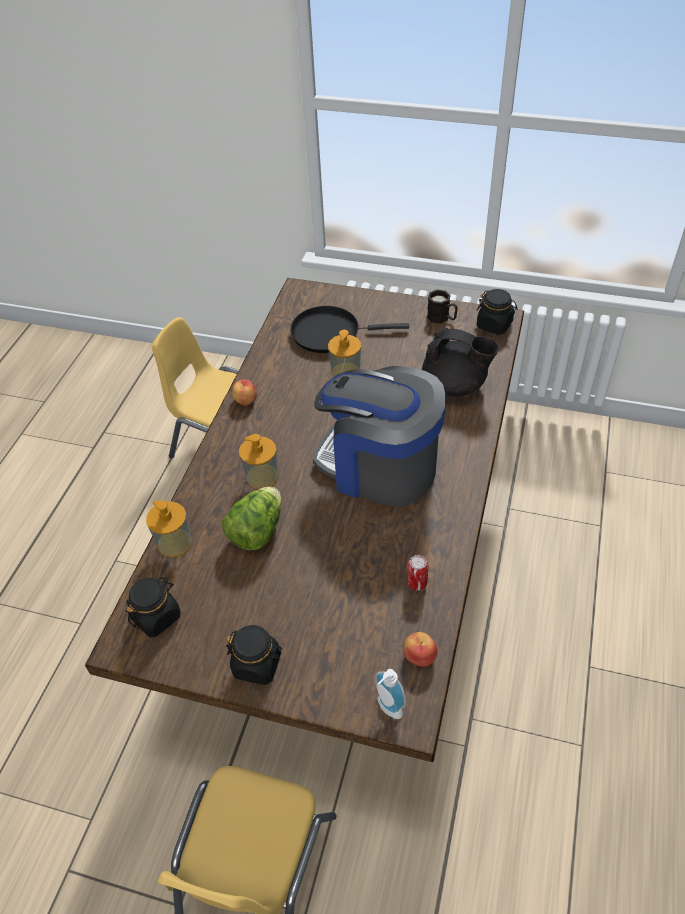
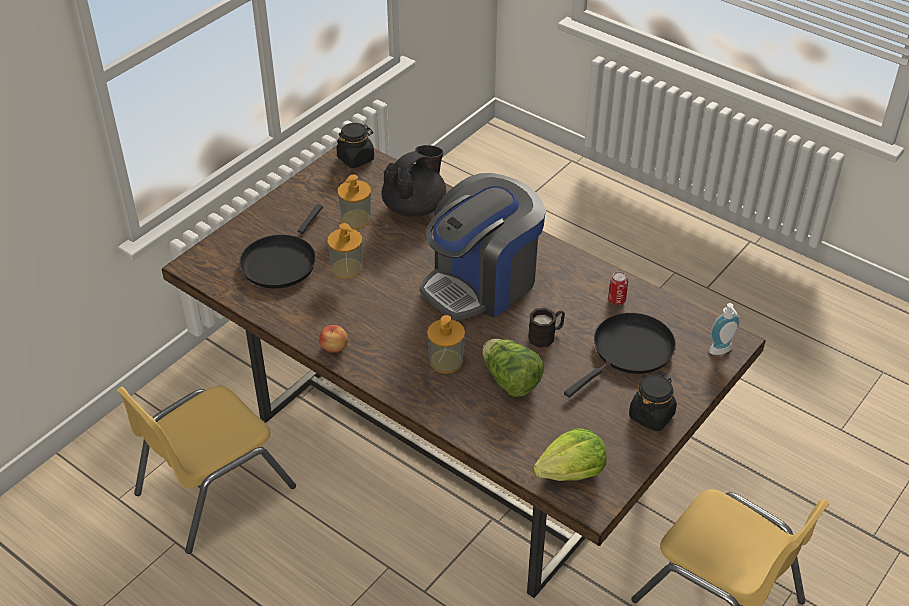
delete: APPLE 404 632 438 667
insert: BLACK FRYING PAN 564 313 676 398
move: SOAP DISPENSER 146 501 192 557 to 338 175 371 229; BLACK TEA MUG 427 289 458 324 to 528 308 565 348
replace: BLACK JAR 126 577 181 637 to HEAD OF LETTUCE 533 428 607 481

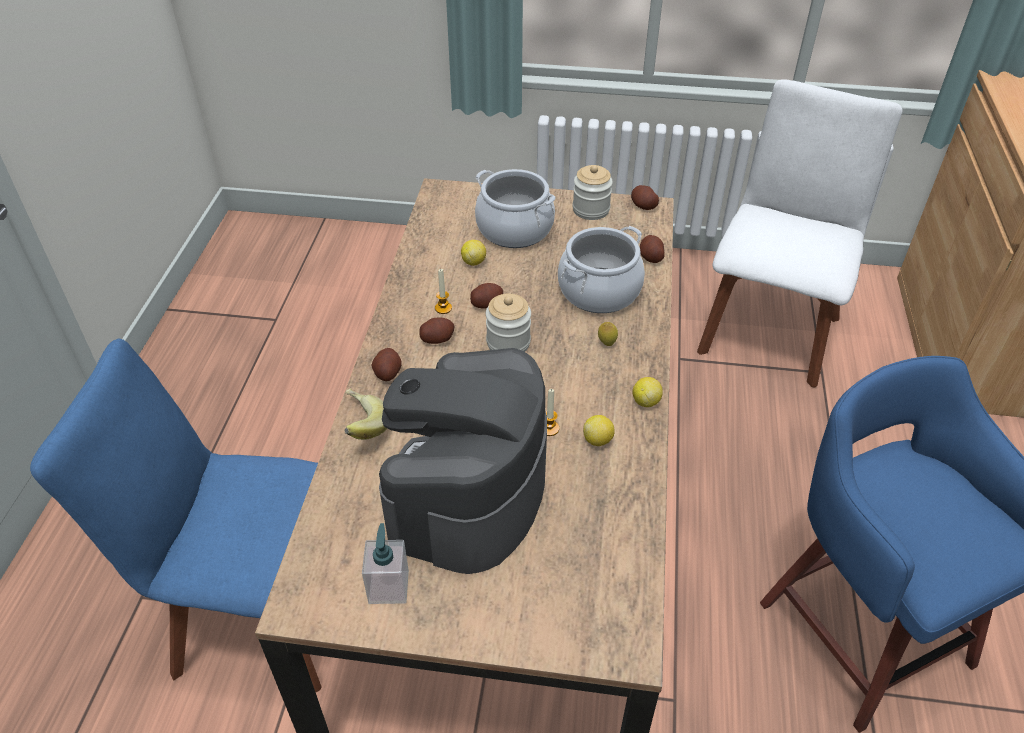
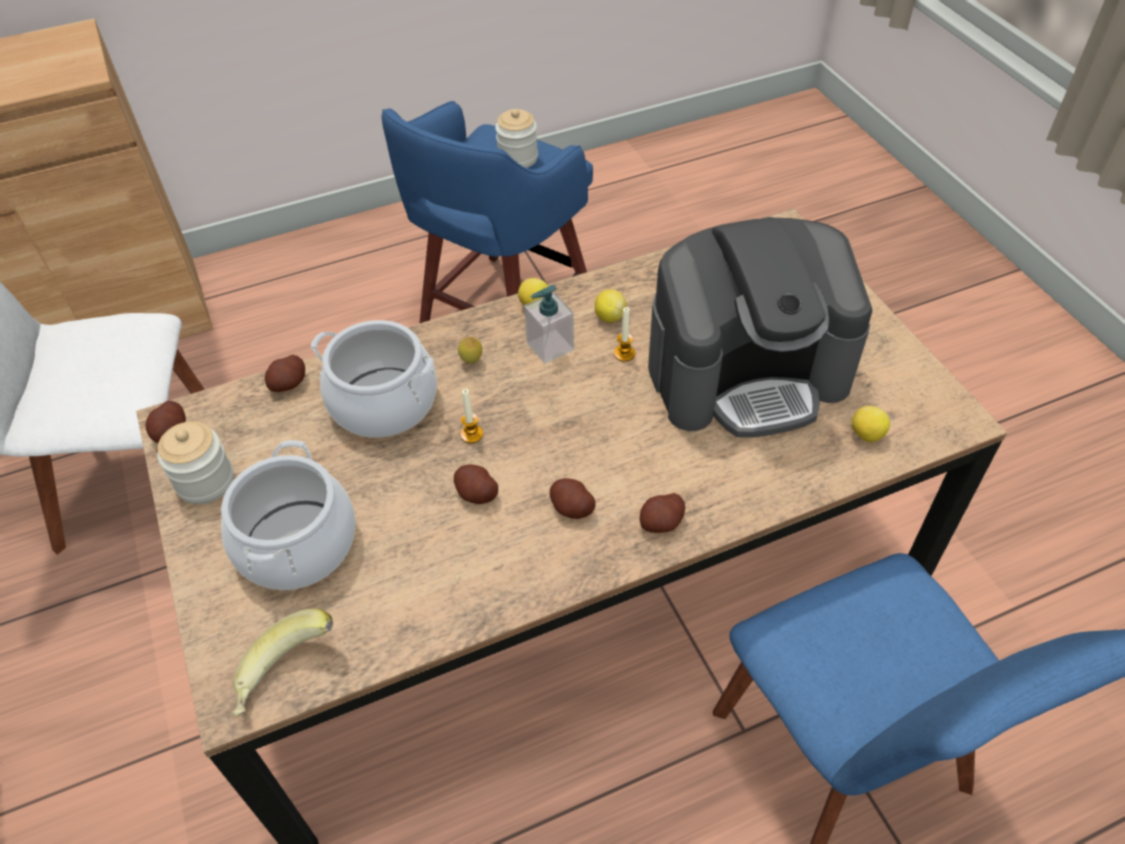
move: WHOLE BANANA 345 388 387 440 to 232 608 333 716; SOAP DISPENSER 362 523 409 604 to 524 285 574 364; WAX CANDLE 435 269 452 314 to 460 388 483 443; CITRUS FRUIT 461 240 486 266 to 851 406 890 442; JAR 486 294 531 352 to 495 109 538 168

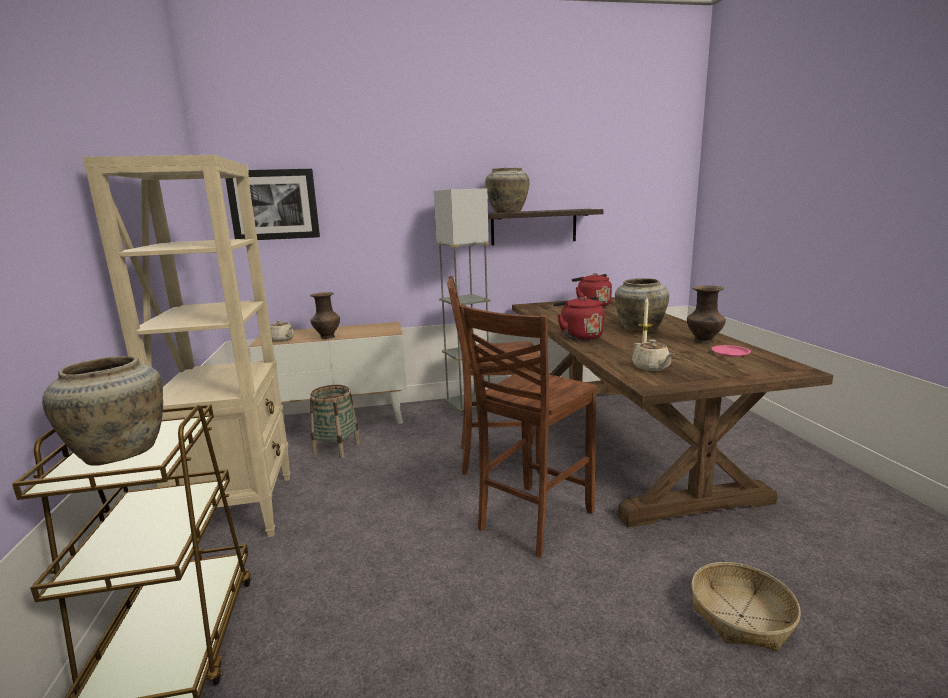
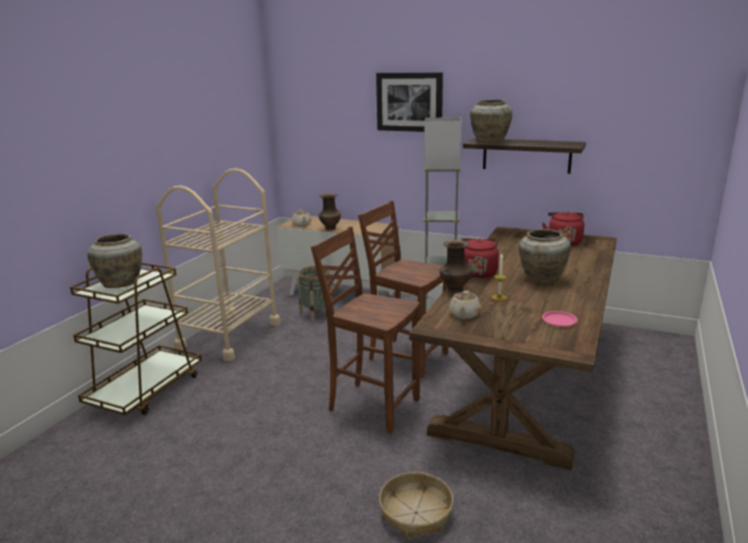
move: WALL PICTURE 225 169 320 240 to 376 72 443 132; BROWN FLOWER VASE 687 285 726 344 to 439 240 472 293
replace: BEIGE-COLOURED BOOKSHELF 83 155 291 537 to BEIGE-COLOURED WHEELED CART 156 168 280 361
rotate: BROWN PLAIN CHAIR 459 305 598 558 = 311 227 420 434 45 degrees clockwise

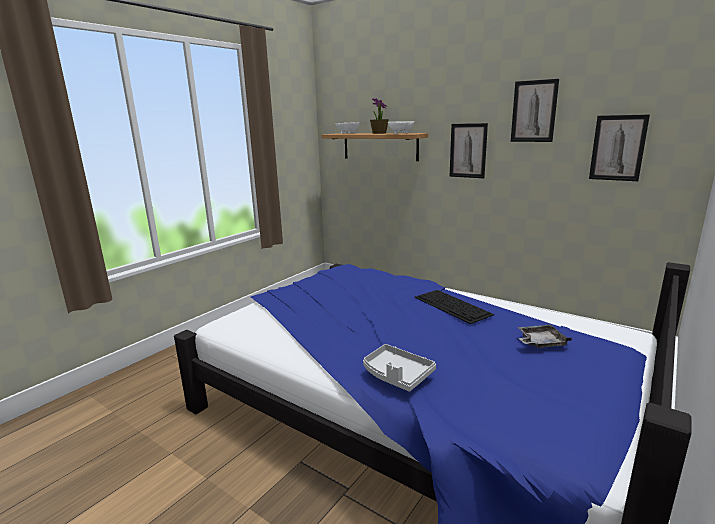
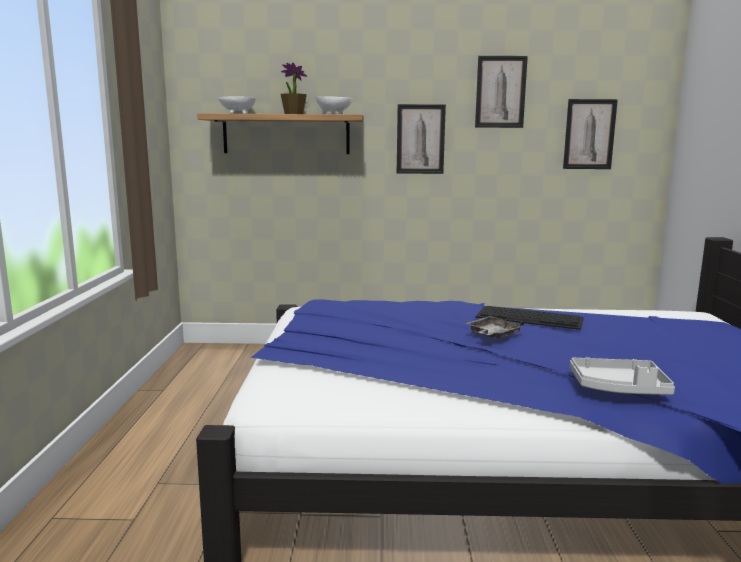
move: GREY CARRYING TRAY 517 324 572 348 to 465 316 525 339

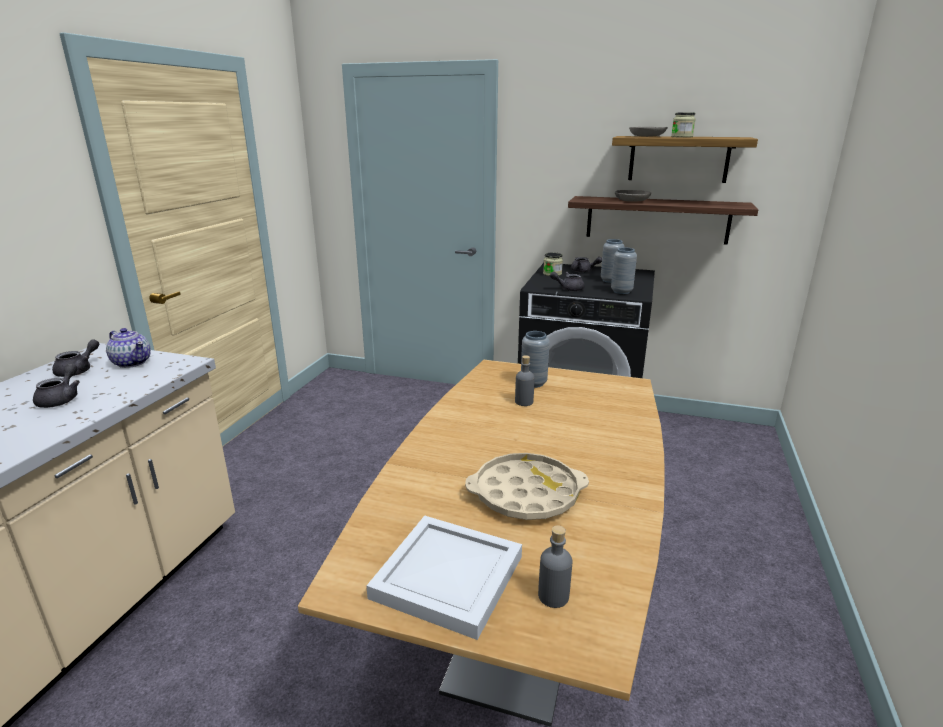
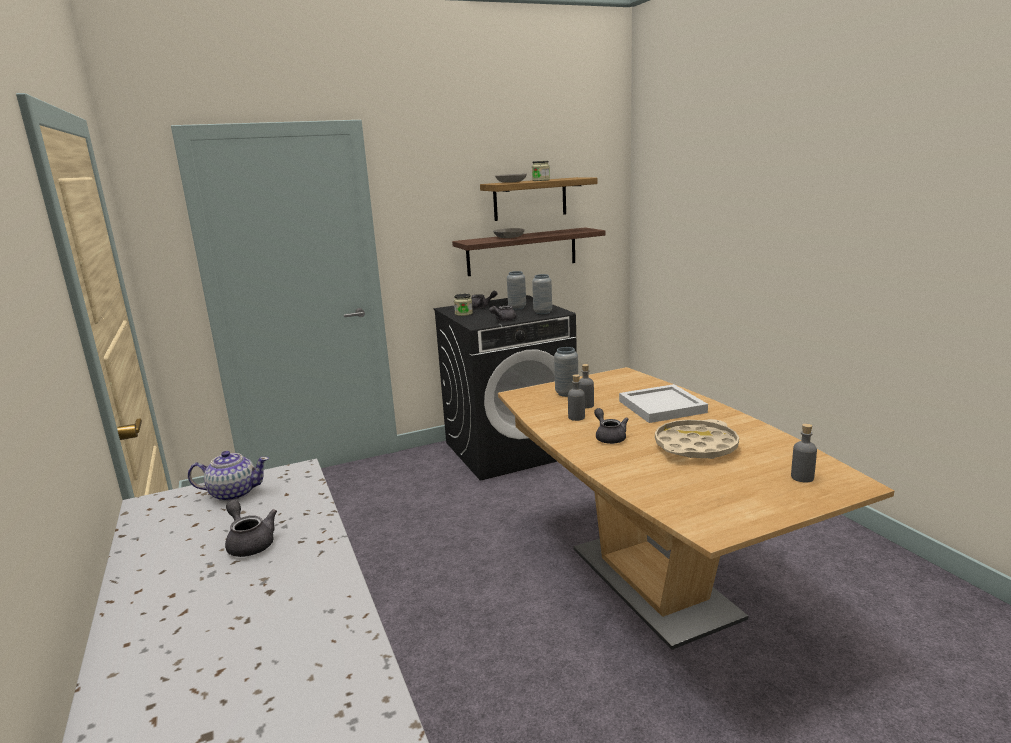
insert: GREY BOTTLE 568 374 585 421
move: GREY TEA POT 52 339 99 377 to 594 408 629 444; WHITE-COLOURED CARRYING TRAY 366 516 522 640 to 619 384 708 423

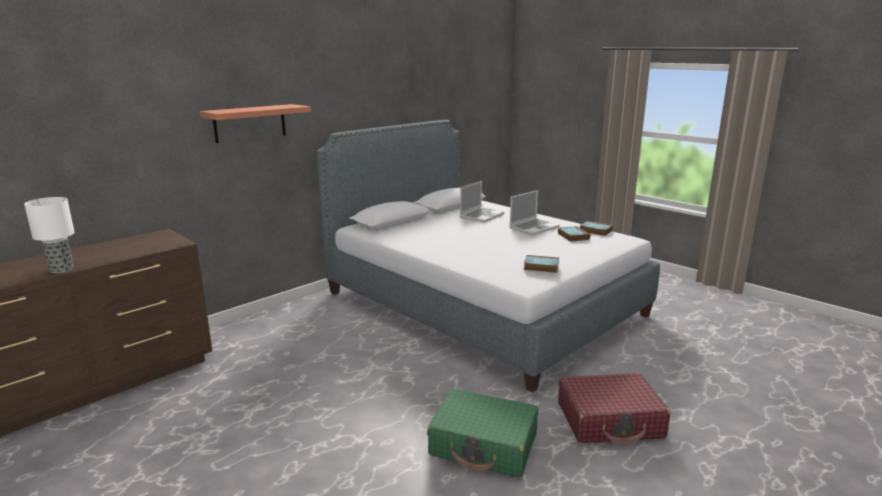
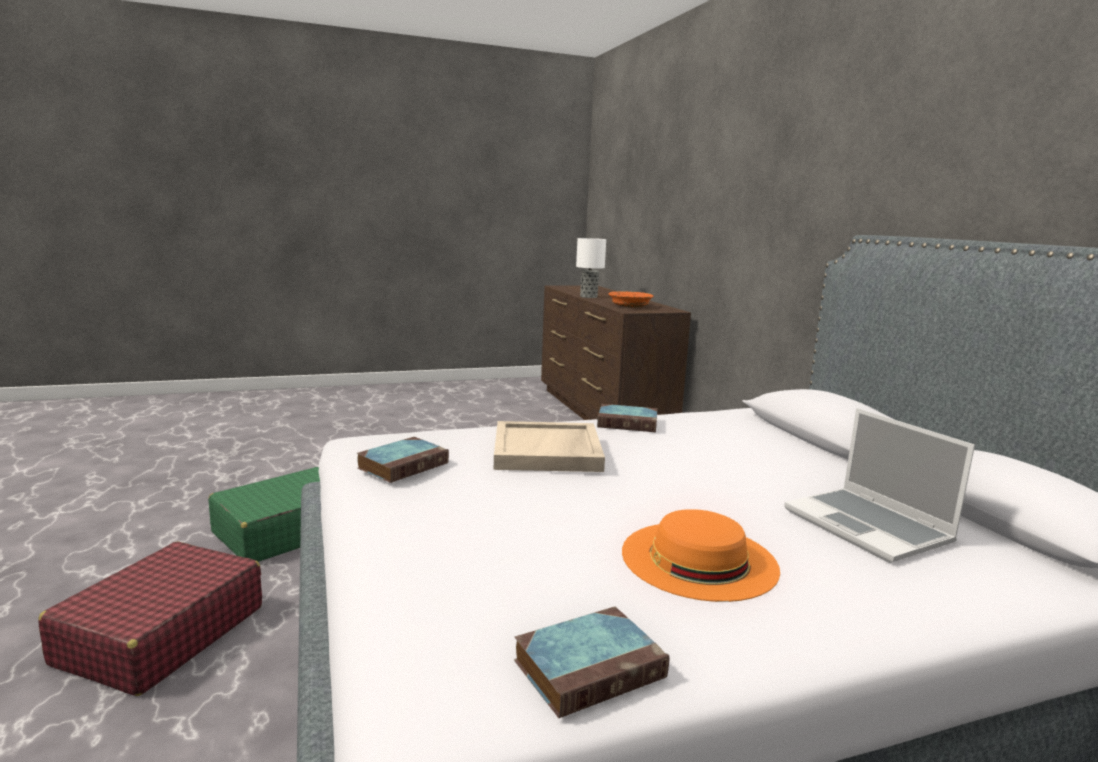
delete: SHELF 200 104 311 143
insert: BEIGE-COLOURED CARRYING TRAY 494 421 605 472; ORANGE DEEP DISH 609 291 654 308
move: BOOK 558 226 590 242 to 597 404 657 432
replace: NOTEBOOK COMPUTER 509 190 560 235 to ORANGE HAT 622 509 780 602

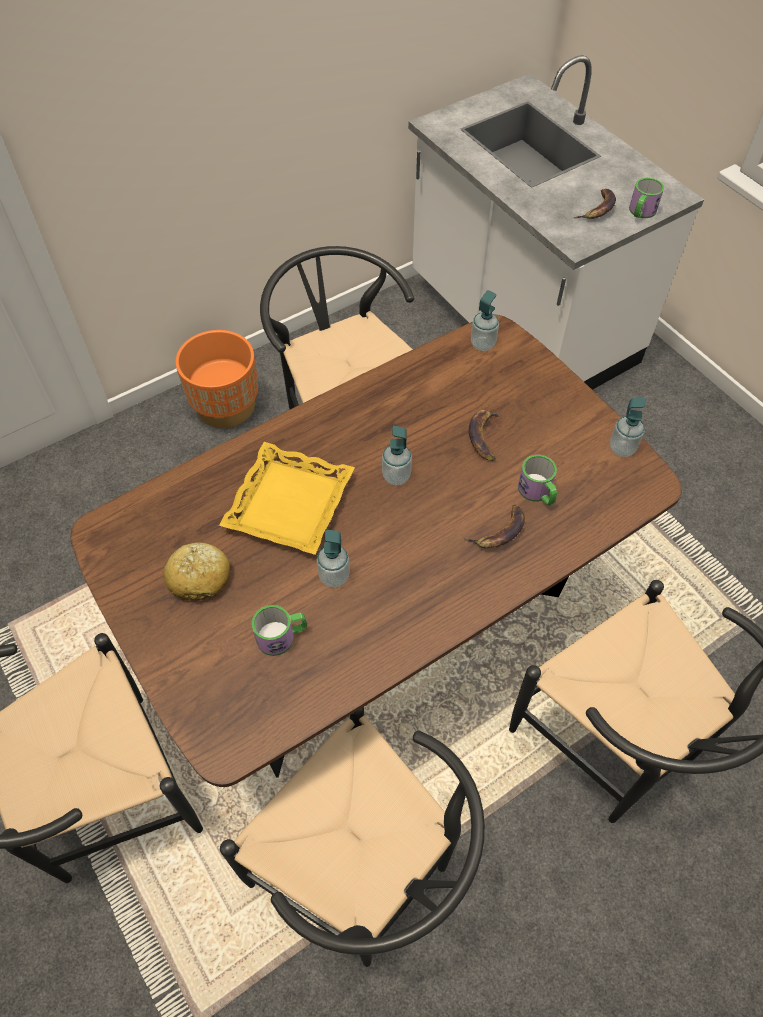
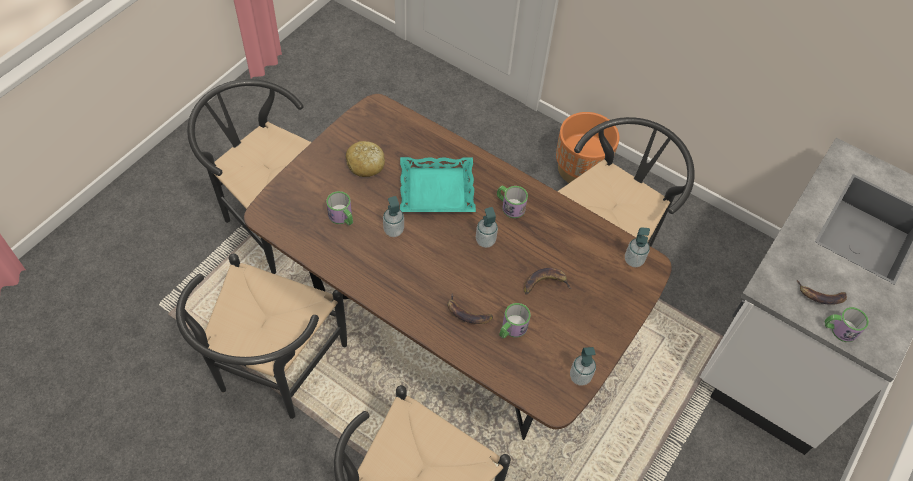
insert: TEA MUG 497 186 528 218
recolor: YELLOW-COLOURED CARRYING TRAY 219 442 355 555 to BLUE-GREEN CARRYING TRAY 400 157 476 212

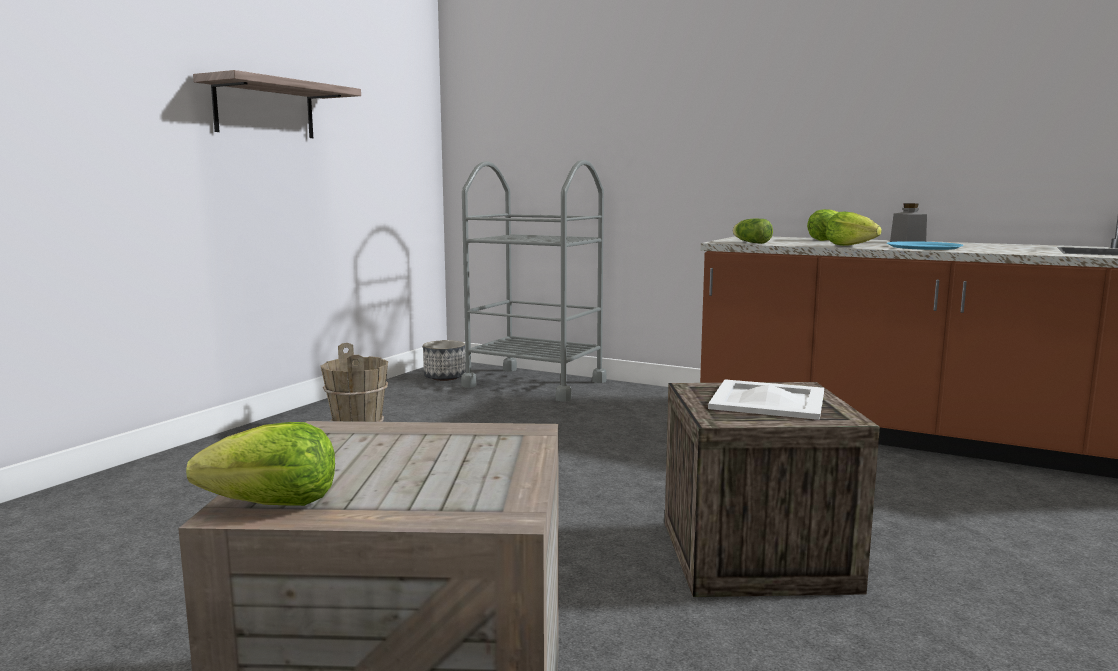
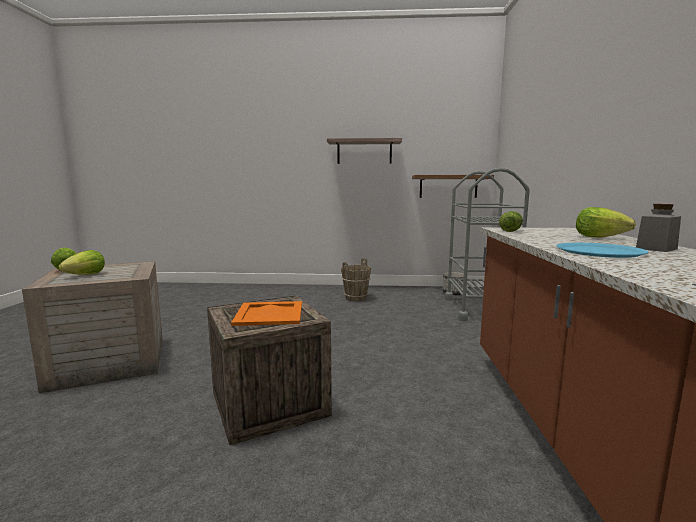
insert: SHELF 412 175 494 198
move: HEAD OF LETTUCE 826 212 882 246 to 58 250 105 275
recolor: WHITE-COLOURED CARRYING TRAY 708 379 824 420 to ORANGE CARRYING TRAY 231 301 302 326

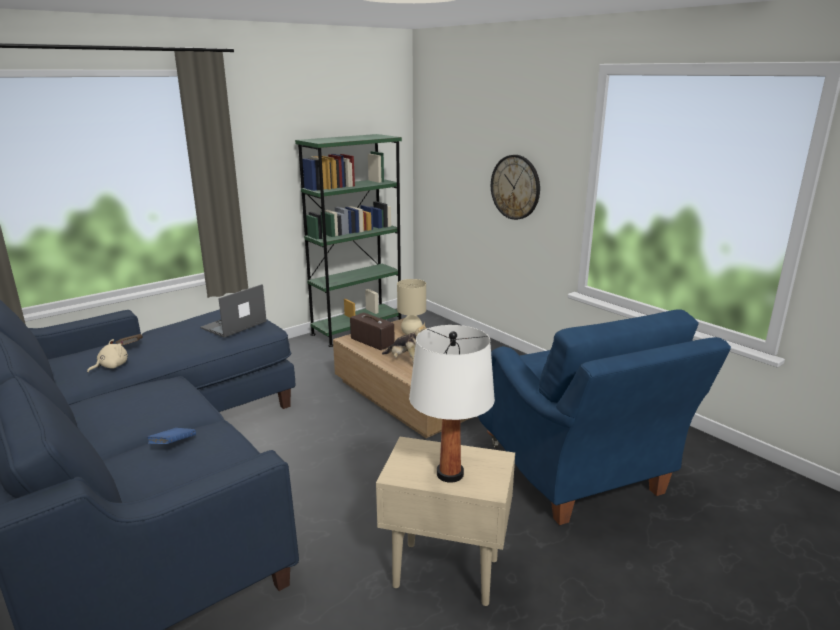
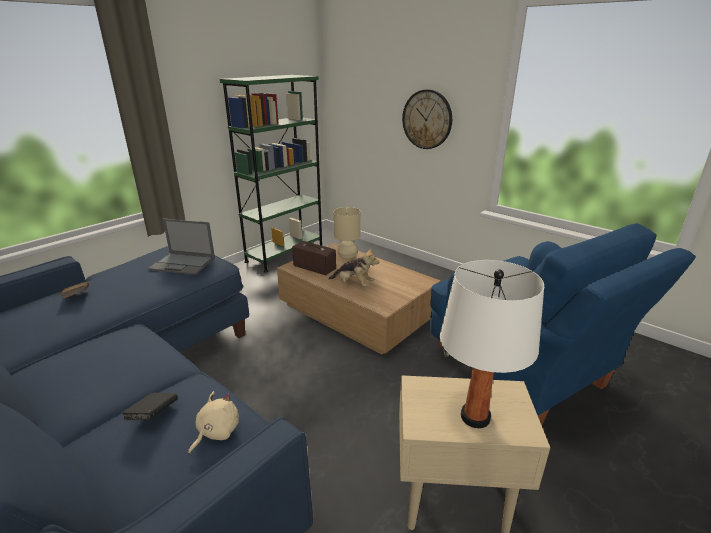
move: BEIGE-COLOURED CUDDLY TOY 87 339 128 373 to 188 391 239 454
recolor: BLUE-COLOURED BOOK 147 428 196 444 to BLACK BOOK 122 393 178 420
rotate: NOTEBOOK COMPUTER 200 284 267 338 = 148 219 215 275 105 degrees counterclockwise

